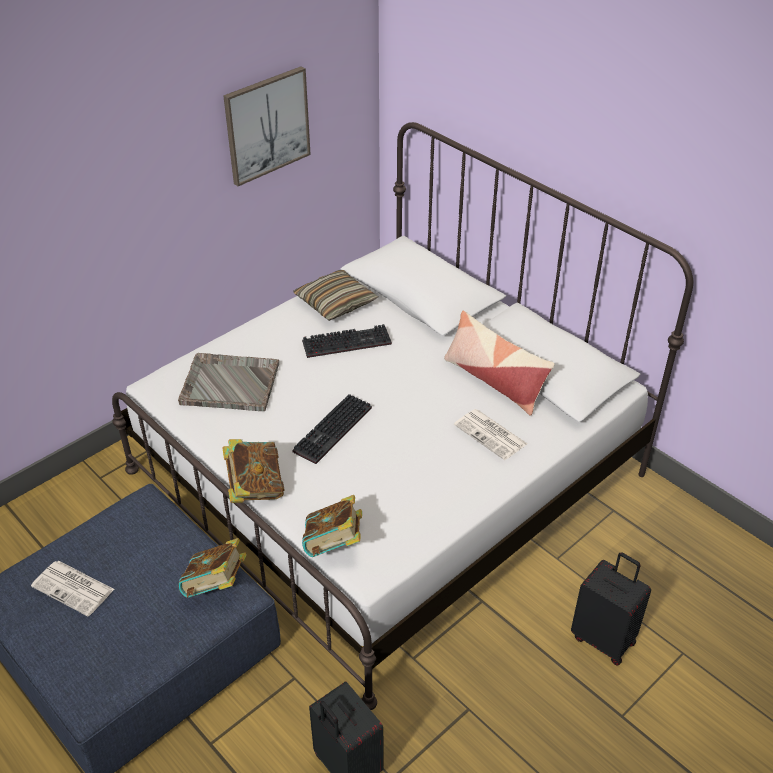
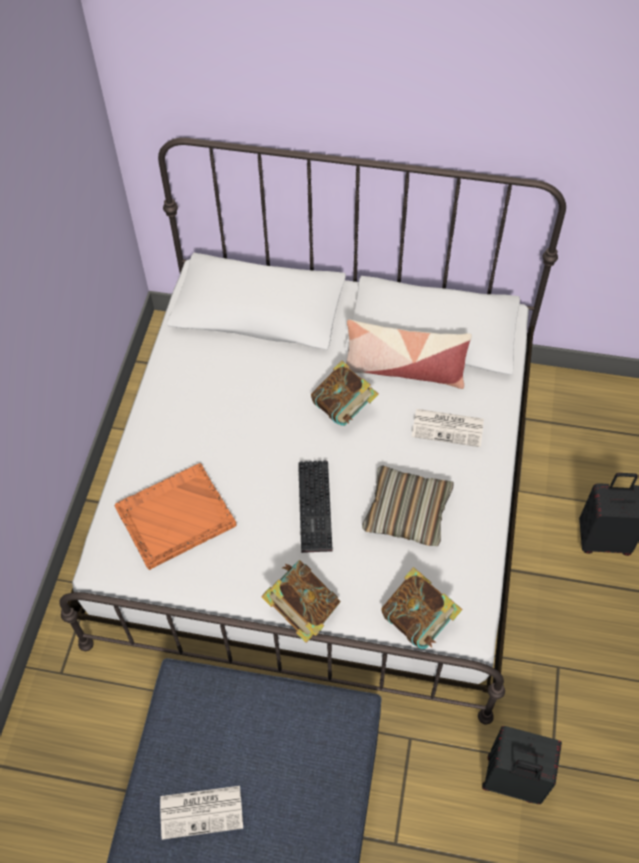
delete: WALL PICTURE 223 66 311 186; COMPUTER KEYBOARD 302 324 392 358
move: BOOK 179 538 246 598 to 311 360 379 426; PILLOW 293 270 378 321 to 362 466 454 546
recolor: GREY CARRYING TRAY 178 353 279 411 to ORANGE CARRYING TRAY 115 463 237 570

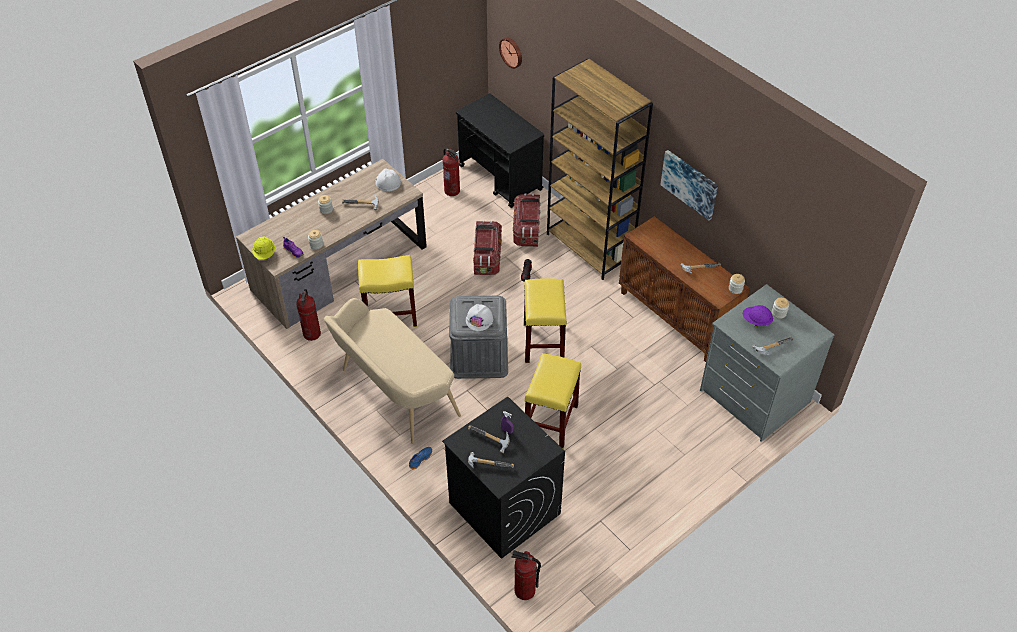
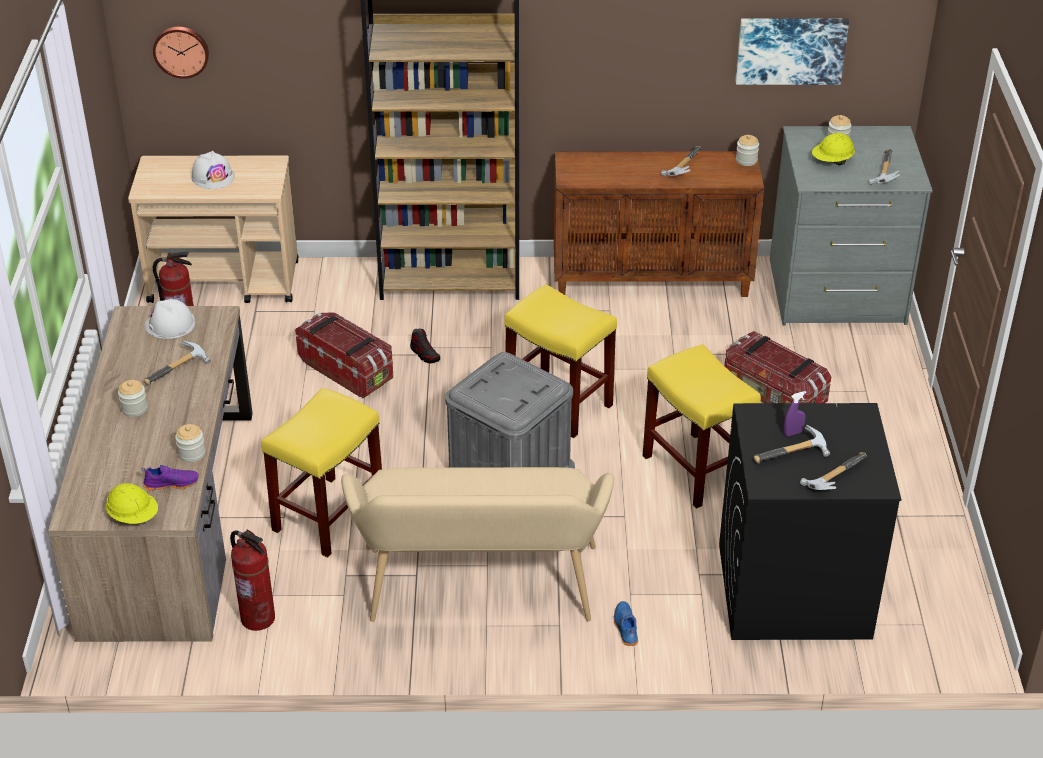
delete: FIRE-FIGHTING CYLINDER 511 550 541 600
move: WHITE-COLOURED WORK HELMET 466 304 493 331 to 191 151 234 189; STORAGE BOX 513 194 541 247 to 725 331 831 403; WALL PICTURE 660 150 718 220 to 735 18 849 85
recolor: BLACK WHEELED CART 456 93 544 208 to BEIGE-COLOURED WHEELED CART 128 156 298 303; PURPLISH WORK HELMET 743 305 773 327 to YELLOW-COLOURED WORK HELMET 812 133 855 165

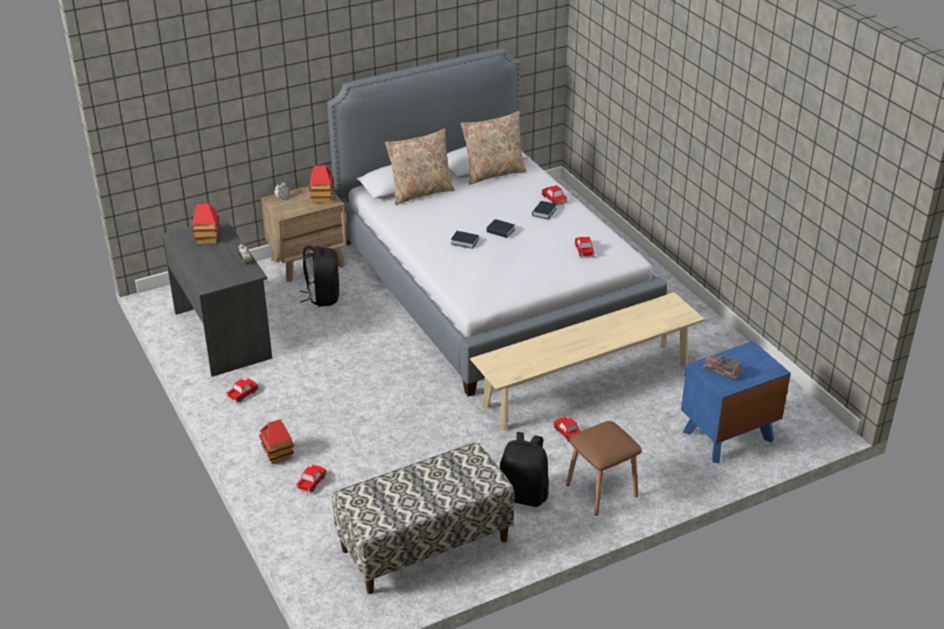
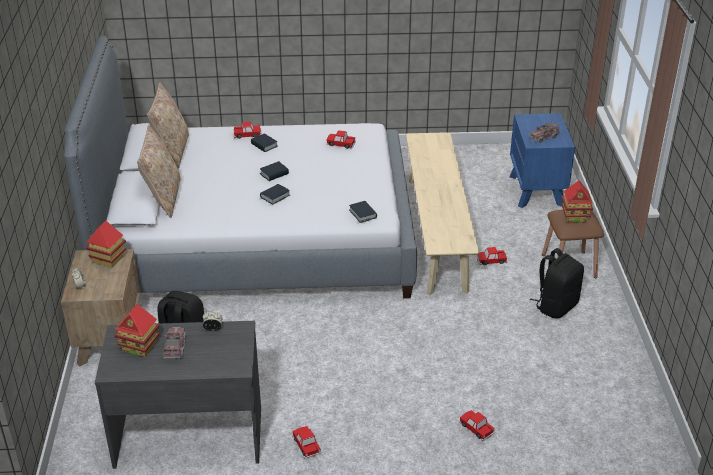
delete: BENCH 332 442 515 594
insert: TOY LORRY 163 327 186 359; BOOK 349 201 377 223
move: MODEL HOUSE 259 419 294 464 to 562 181 593 223

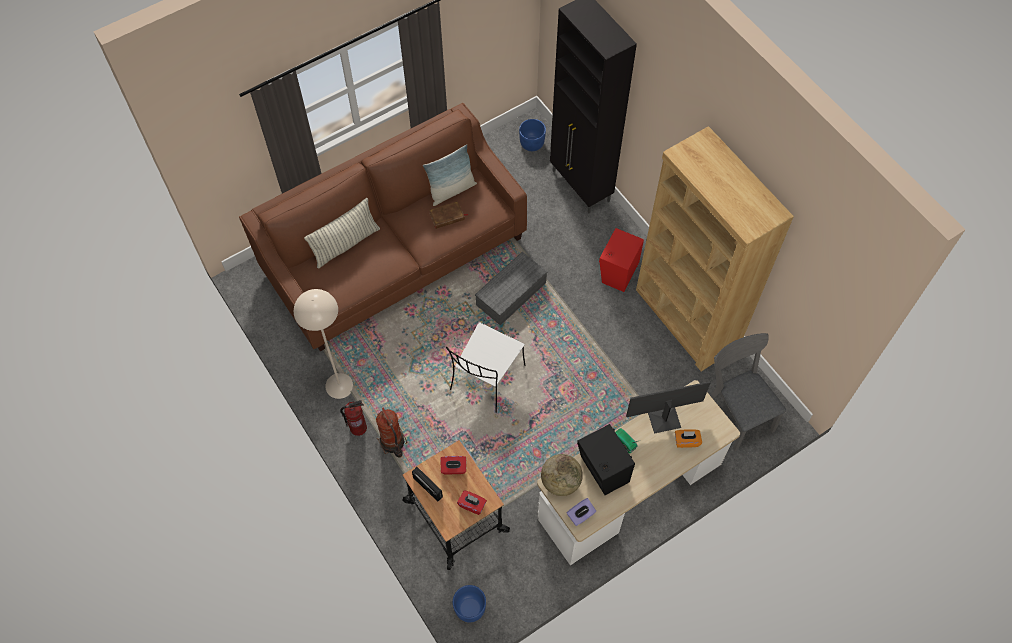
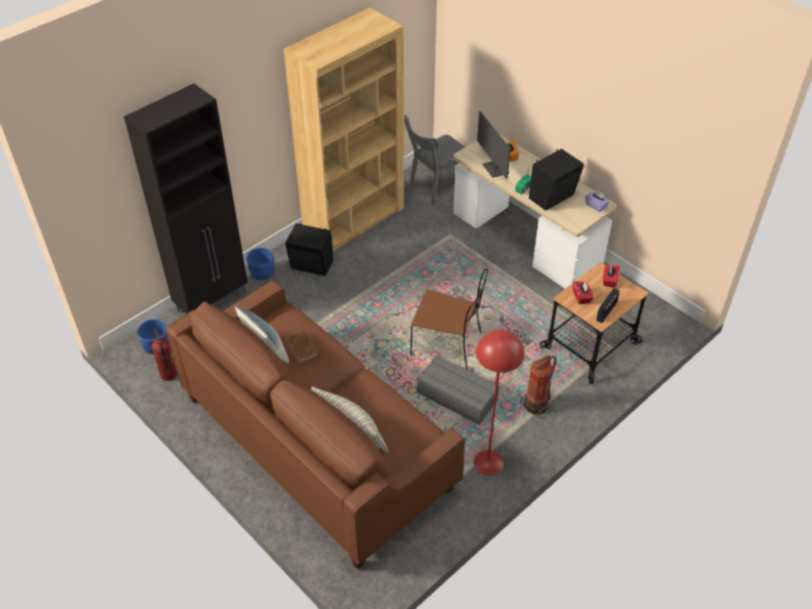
delete: WORLD GLOBE 541 454 583 496
move: FIRE-FIGHTING CYLINDER 340 400 367 436 to 152 328 177 381; BLUE-COLOURED FLOWER POT 453 585 486 622 to 246 248 275 281; GREY STORAGE BOX 475 252 547 325 to 417 355 500 425
recolor: BEIGE-COLOURED STANDING LAMP 294 289 353 399 to REDDISH STANDING LAMP 474 330 524 476; WHITE-COLOURED PLAIN CHAIR 446 322 525 413 to BROWN PLAIN CHAIR 410 268 488 369; REDDISH LOUDSPEAKER 599 228 644 292 to BLACK LOUDSPEAKER 285 223 334 276

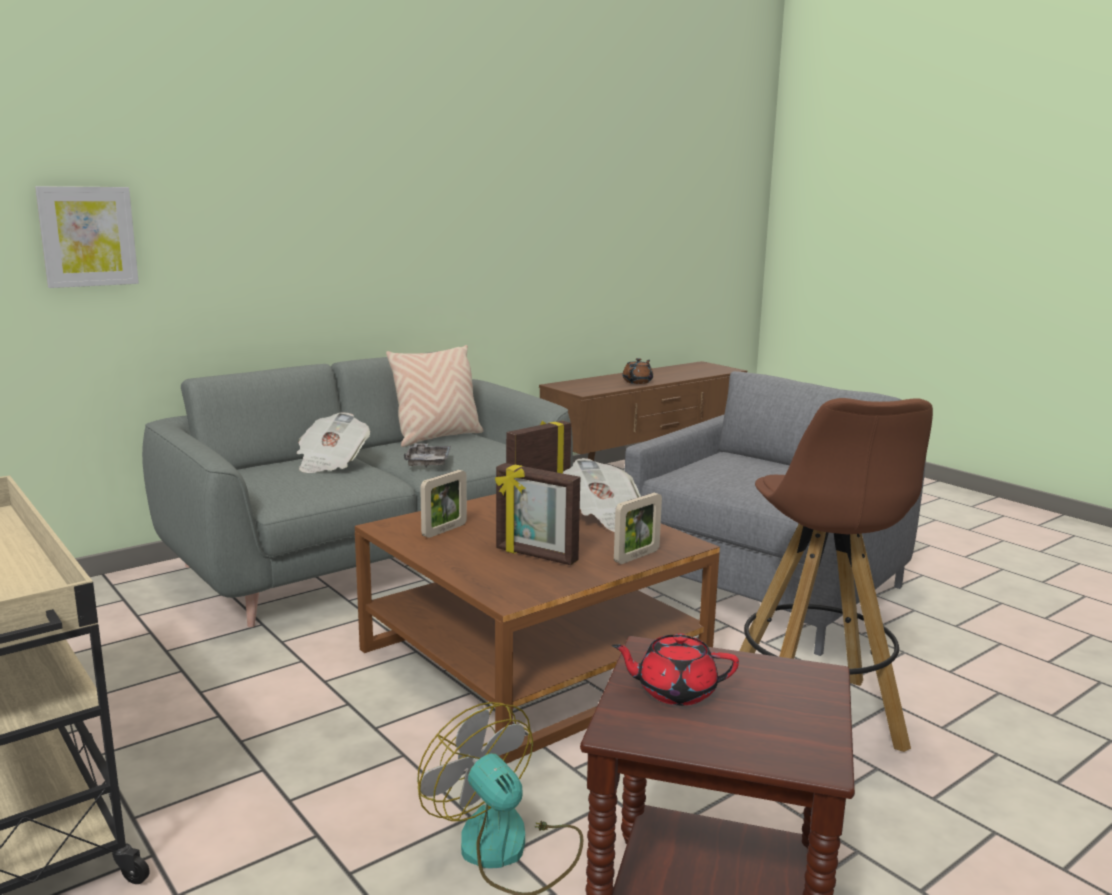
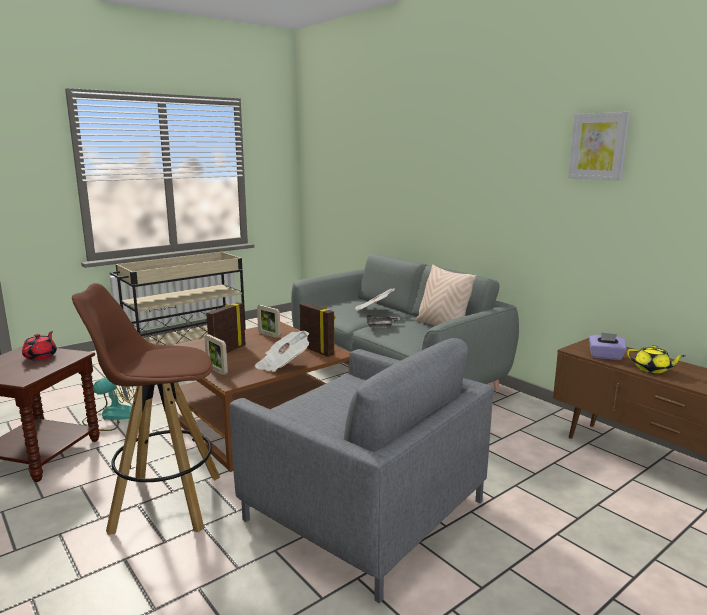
insert: PURPLISH TISSUE HOLDER 589 332 627 360
move: WALL PICTURE 35 186 139 288 to 568 112 630 180
recolor: BROWN TEA POT 622 358 653 384 to YELLOW-COLOURED TEA POT 627 345 686 373

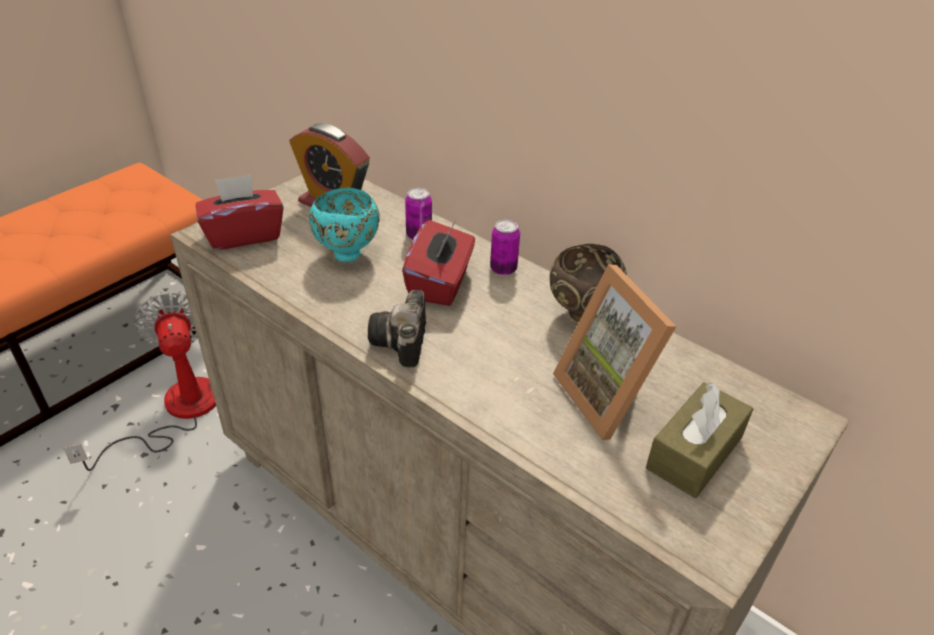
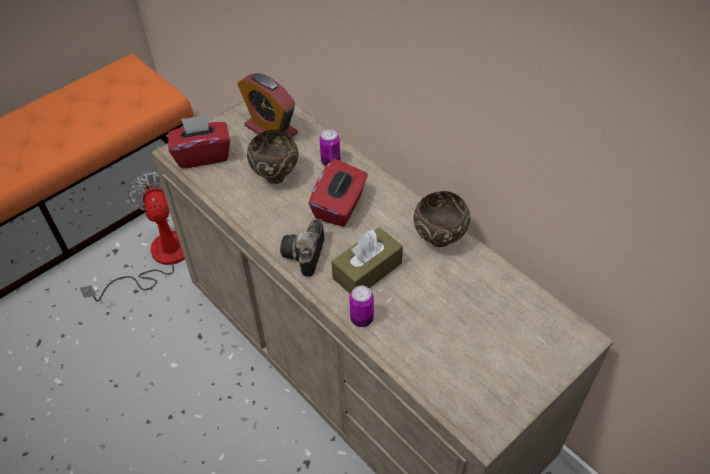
delete: PICTURE FRAME 553 264 677 440
move: CAN 490 220 520 276 to 349 286 374 327; BROWN TISSUE HOLDER 646 382 753 498 to 331 227 403 294
recolor: BLUE-GREEN DEEP DISH 309 187 379 262 to BROWN DEEP DISH 247 130 299 184

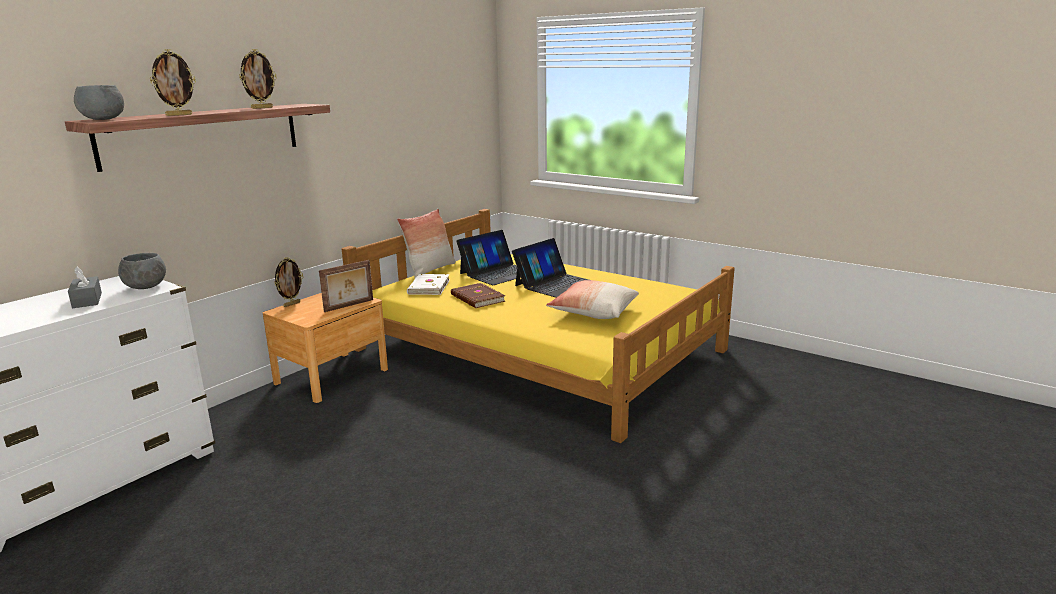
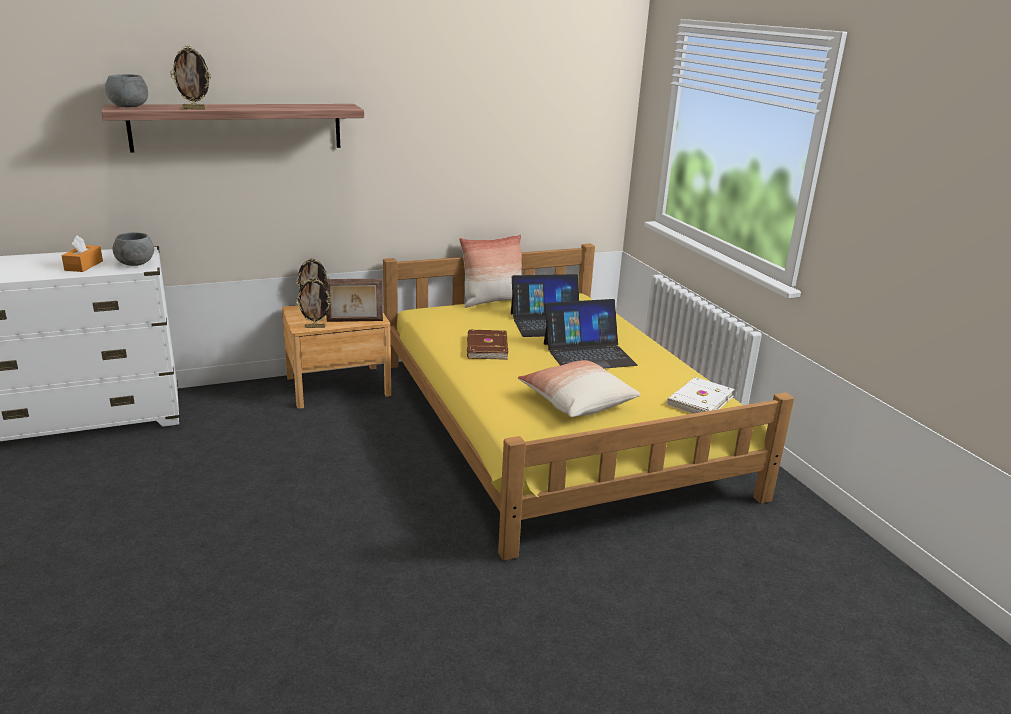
move: PICTURE FRAME 239 49 277 109 to 296 277 332 328; WHITE-COLOURED BOOK 407 274 450 295 to 667 377 734 414
recolor: GREY TISSUE HOLDER 68 267 102 308 to ORANGE TISSUE HOLDER 61 235 103 272

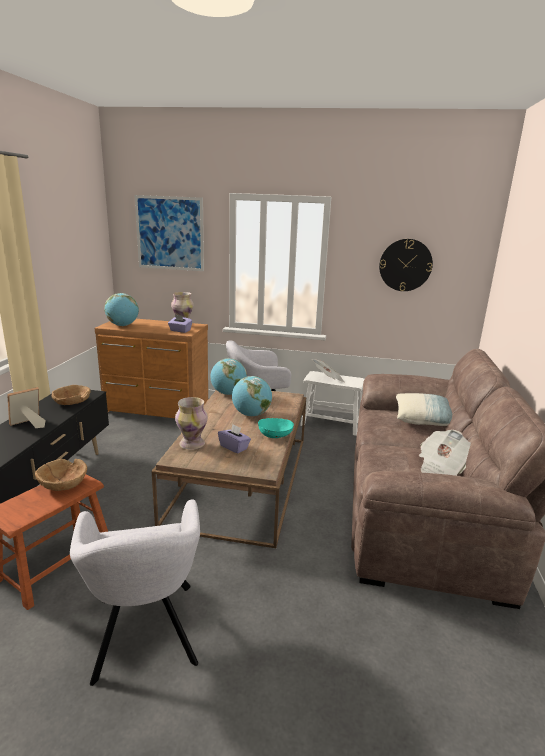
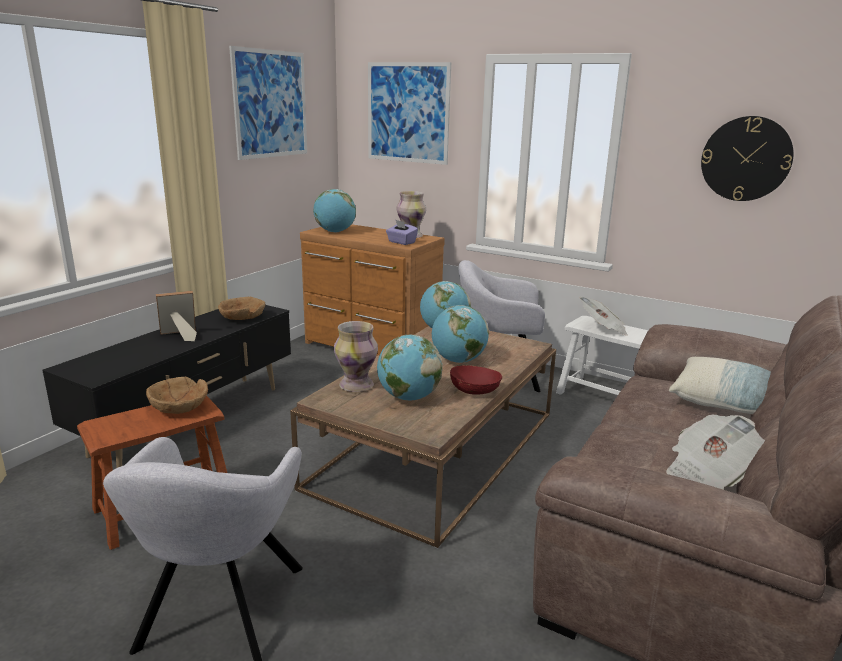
insert: WALL PICTURE 229 46 307 160
replace: PURPLISH TISSUE HOLDER 218 424 251 453 to WORLD GLOBE 377 335 443 400
recolor: BLUE-GREEN DEEP DISH 258 418 294 438 to REDDISH DEEP DISH 450 365 502 395

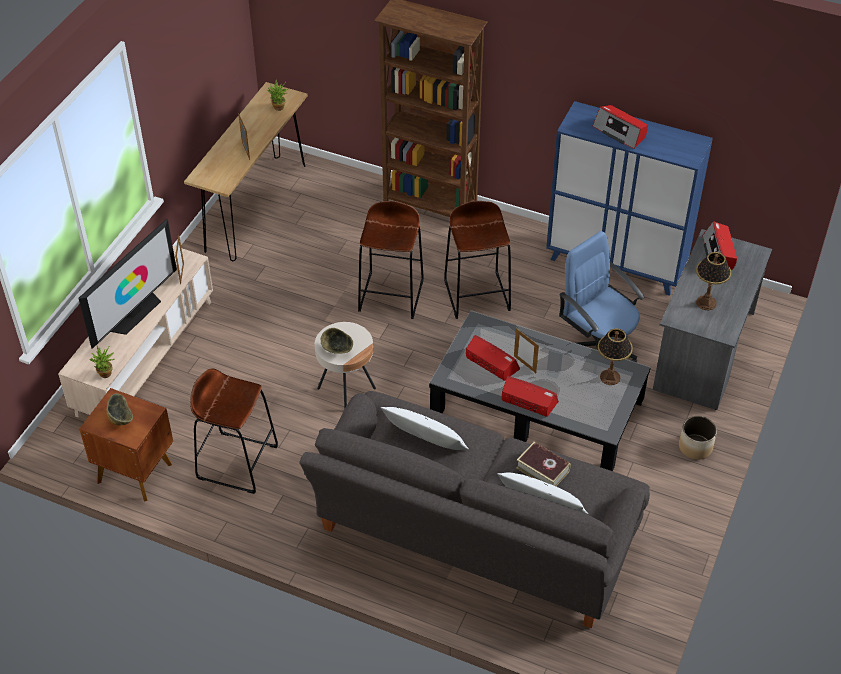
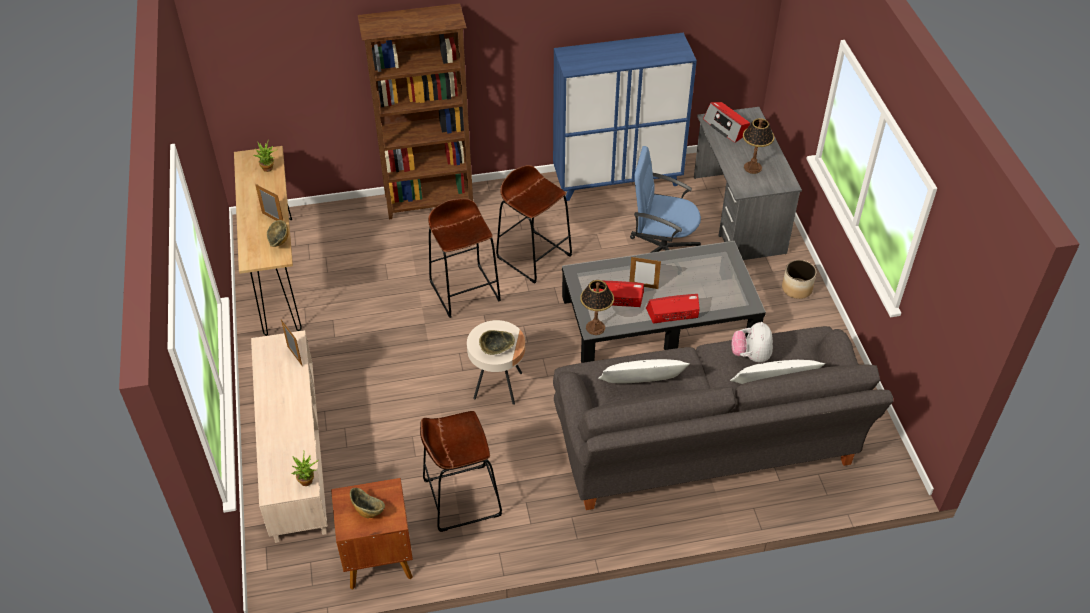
delete: TV 78 219 177 349; RADIO 593 105 648 149
insert: DEEP DISH 267 220 289 247
move: TABLETOP LAMP 598 328 633 385 to 580 280 614 335
replace: BOOK 516 442 571 486 to CUDDLY TOY 732 322 773 362

